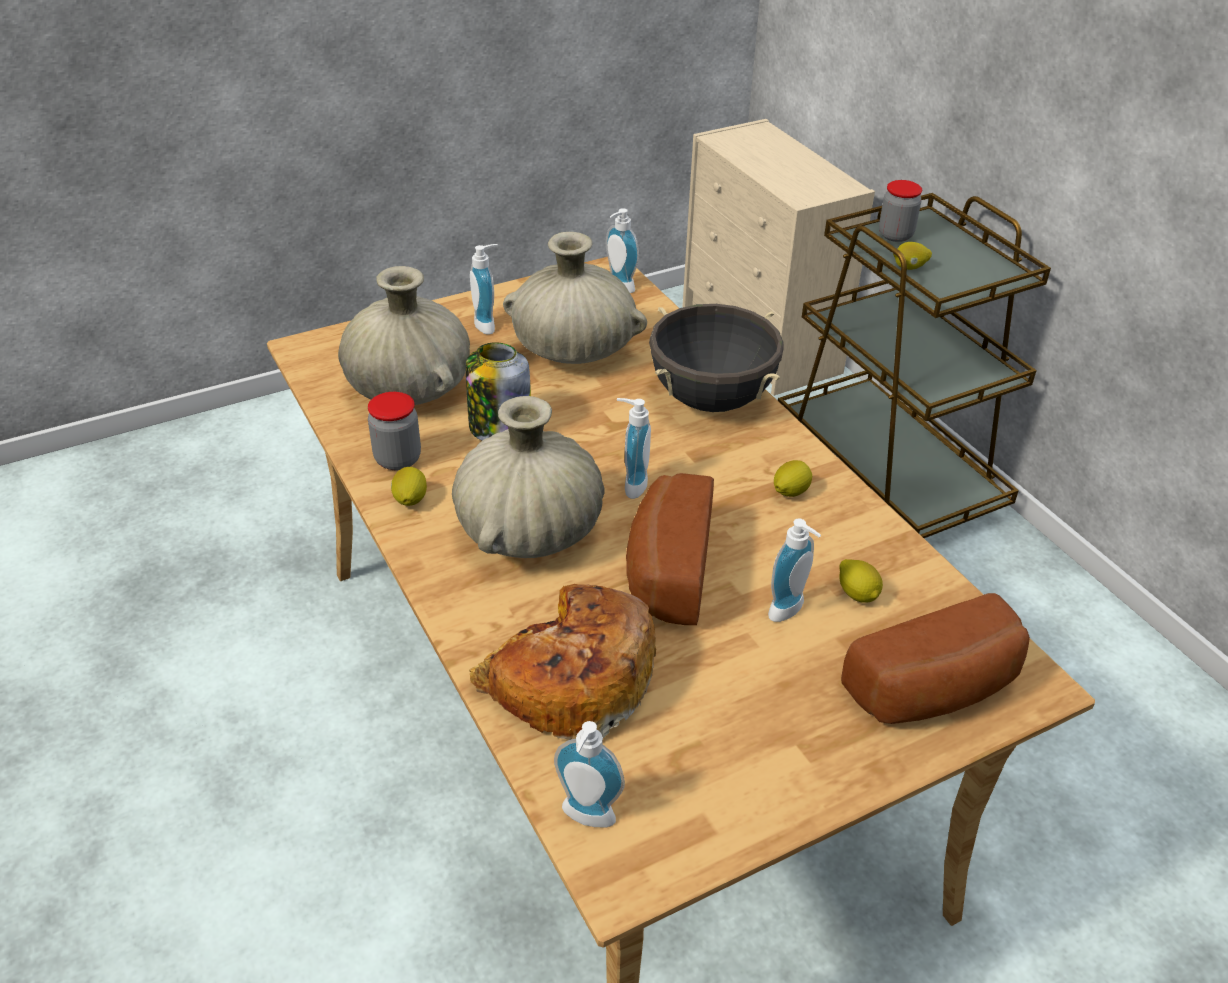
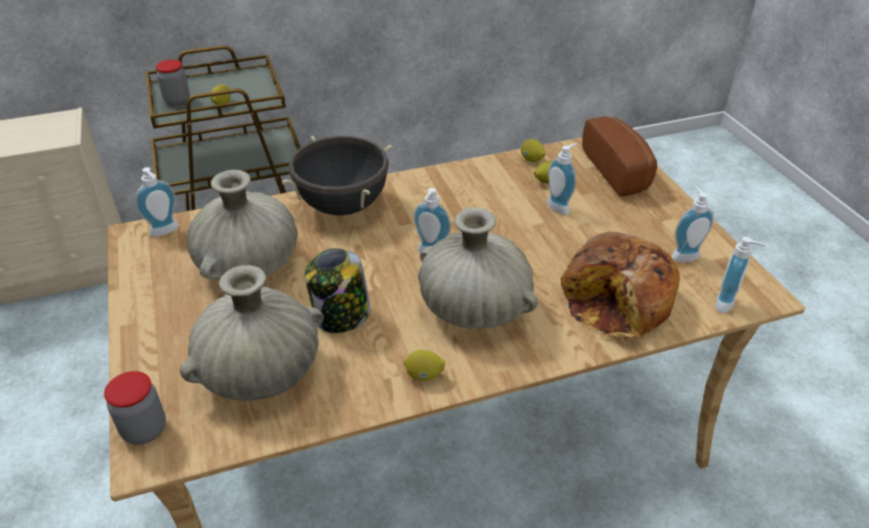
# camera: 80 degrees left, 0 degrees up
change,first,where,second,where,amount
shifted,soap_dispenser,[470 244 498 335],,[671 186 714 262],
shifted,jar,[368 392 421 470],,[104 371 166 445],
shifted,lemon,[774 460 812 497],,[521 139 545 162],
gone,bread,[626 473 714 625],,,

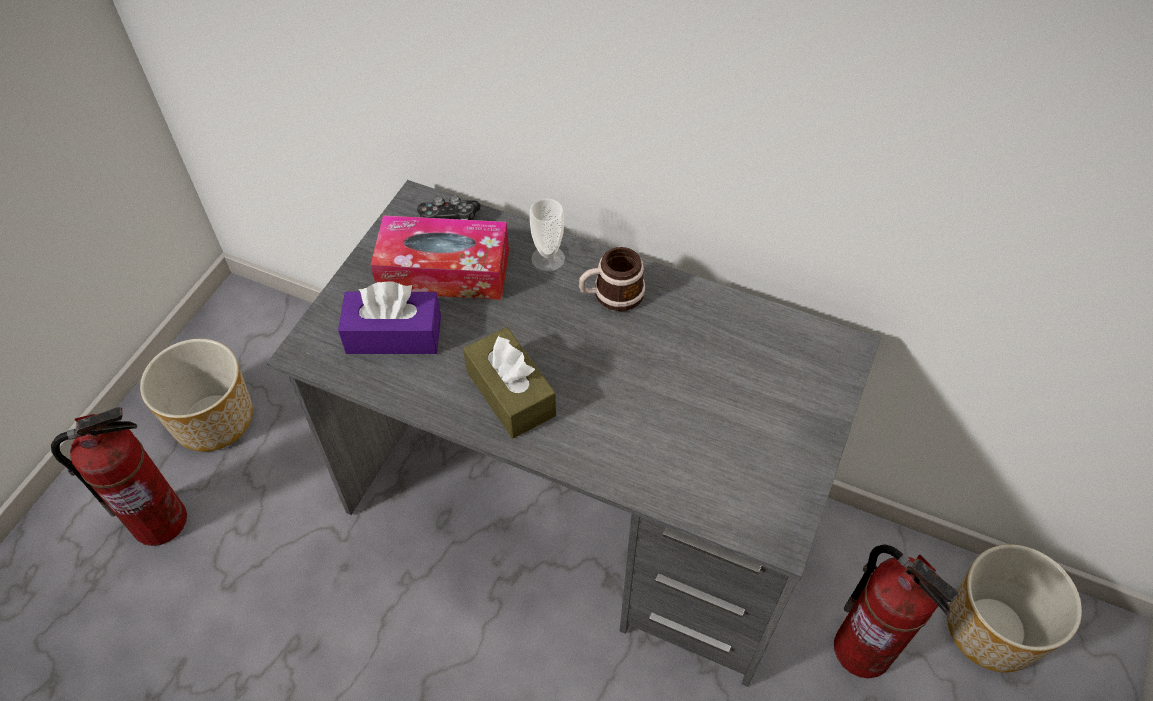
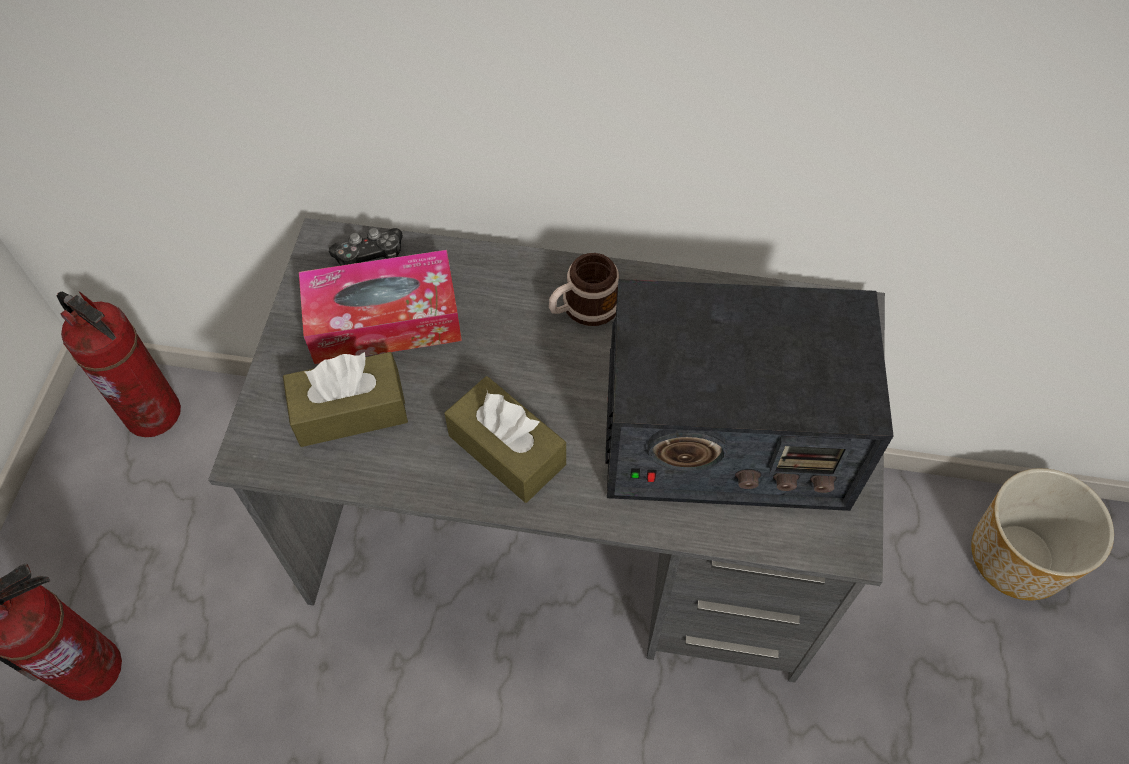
# camera: 15 degrees left, 5 degrees up
change,first,where,second,where,amount
gone,cup,[530 198 565 272],,,
repainted,purple_tissue_box,[338 281 441 354],brown_tissue_box,[283 352 408 447],
gone,planter,[140 339 253 452],,,
shifted,fire_extinguisher,[834 544 960 678],,[57 291 181 437],
new,,,radio,[605 279 894 511],

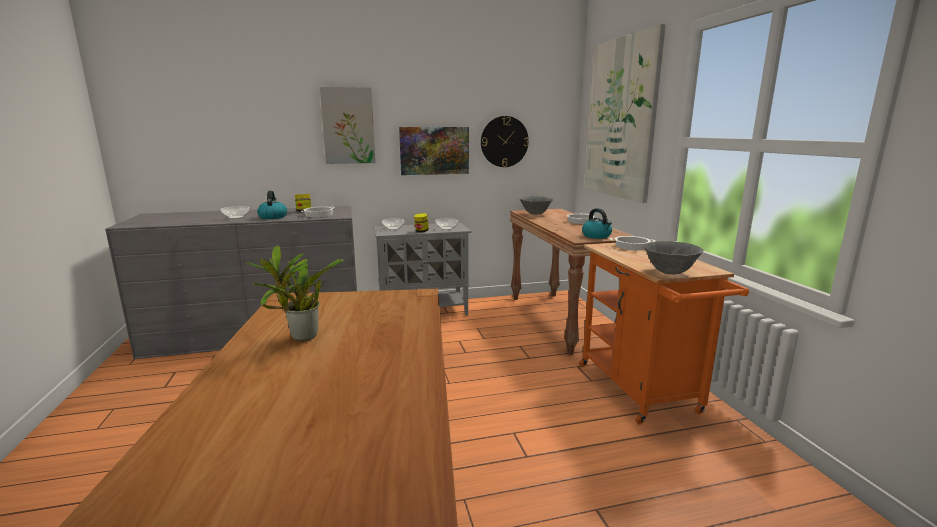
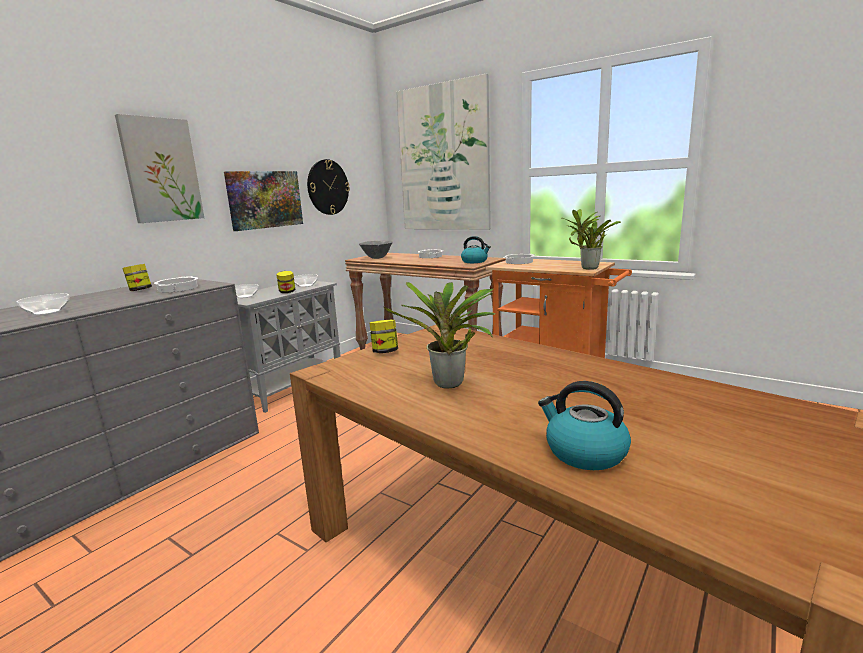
# camera: 40 degrees left, 0 degrees up
change,first,where,second,where,amount
shifted,kettle,[257 191 287 219],,[538 381 631 470],
swapped,grey_bowl,[644 241 704 275],potted_plant,[562 209 621 270],
new,,,jar,[370 320 398 353],

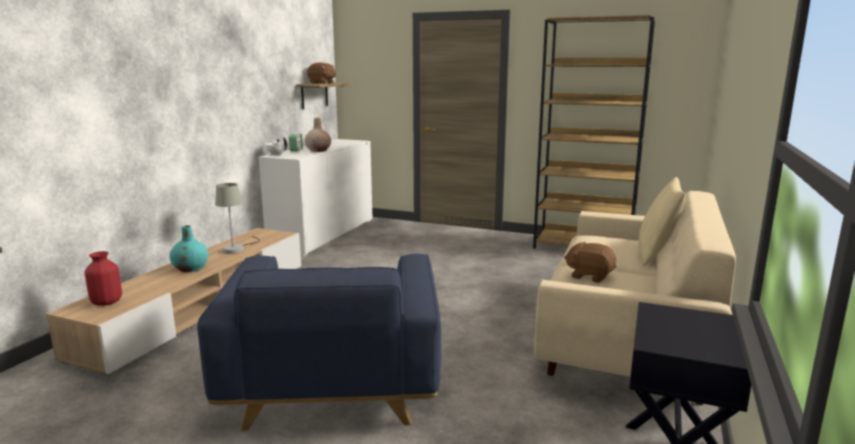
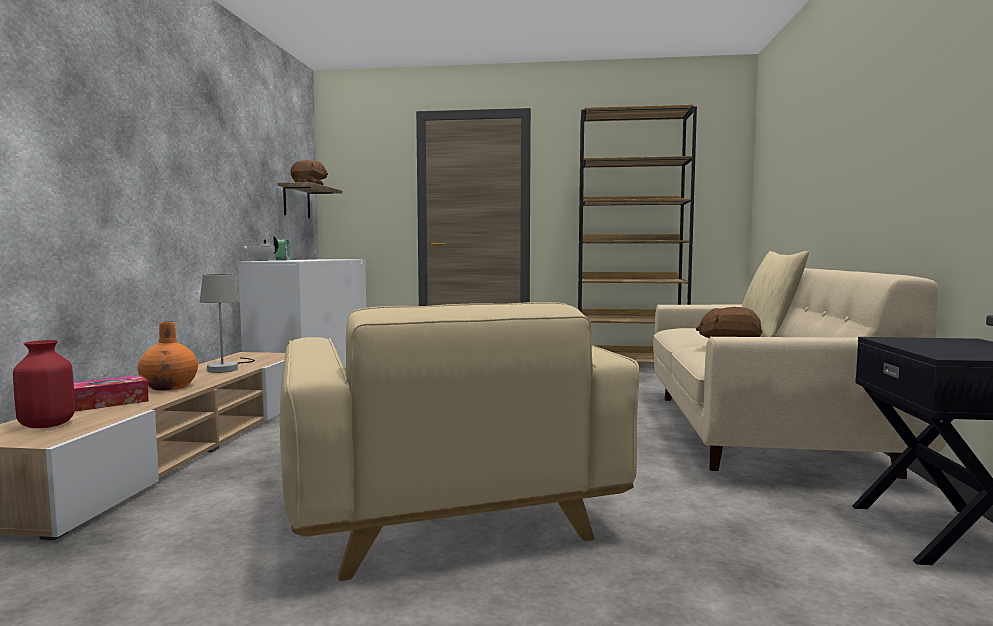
# camera: 15 degrees left, 10 degrees down
change,first,where,second,where,amount
gone,beige_vase,[305 118 331 152],,,
repainted,turquoise_vase,[170 225 208 272],orange_vase,[138 322 198 391],
repainted,blue_armchair,[197 253 441 431],beige_armchair,[280 302 639 581],
new,,,tissue_box,[74 375 149 412],

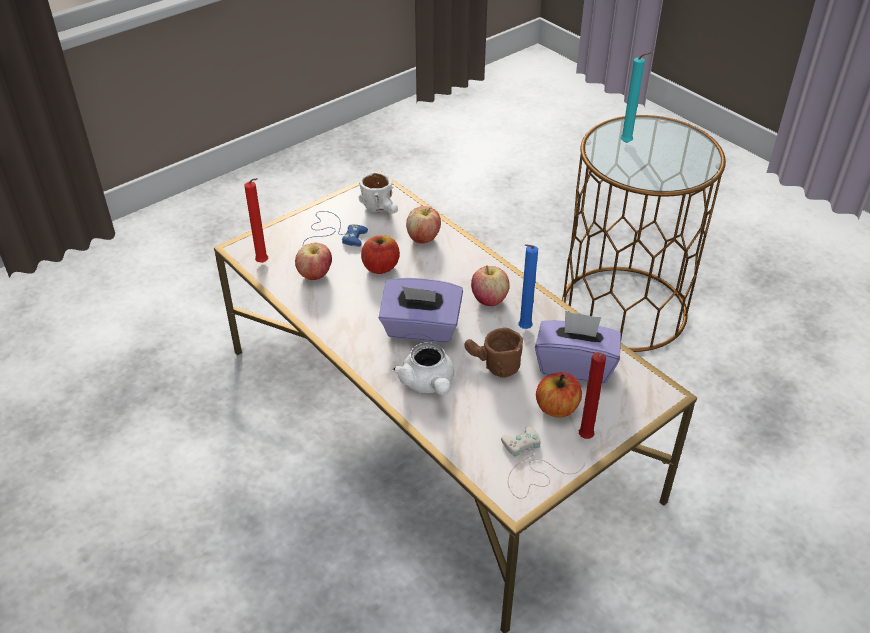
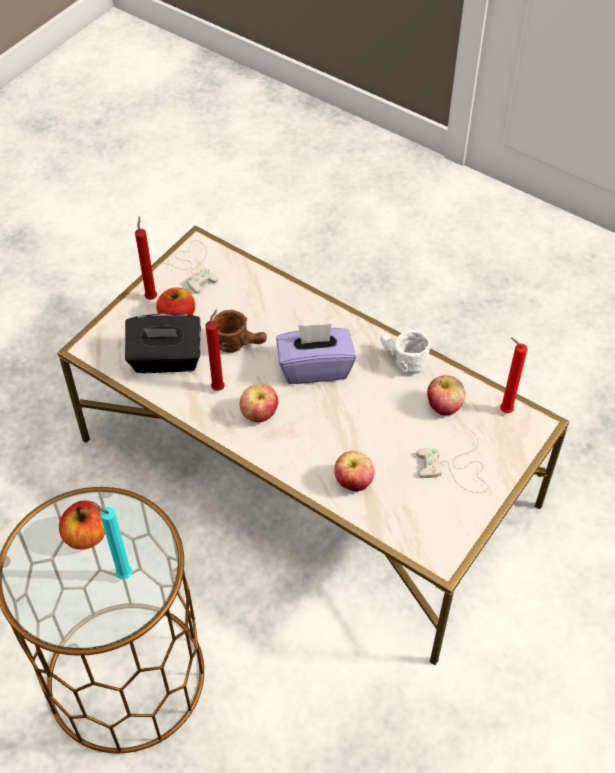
# camera: 165 degrees right, 10 degrees up
change,first,where,second,where,amount
shifted,white_mug,[359 172 398 214],,[380 330 431 375],
repainted,blue_game_controller,[303 211 368 247],white_game_controller,[416 431 488 493],
shifted,apple,[361 235 400 274],,[59 501 105 550],
repainted,blue_candle,[519 244 538 329],red_candle,[205 309 225 391],
repainted,purple_tissue_box,[535 310 621 383],black_tissue_box,[125 314 201 373],
gone,white_teapot,[392 342 454 395],,,

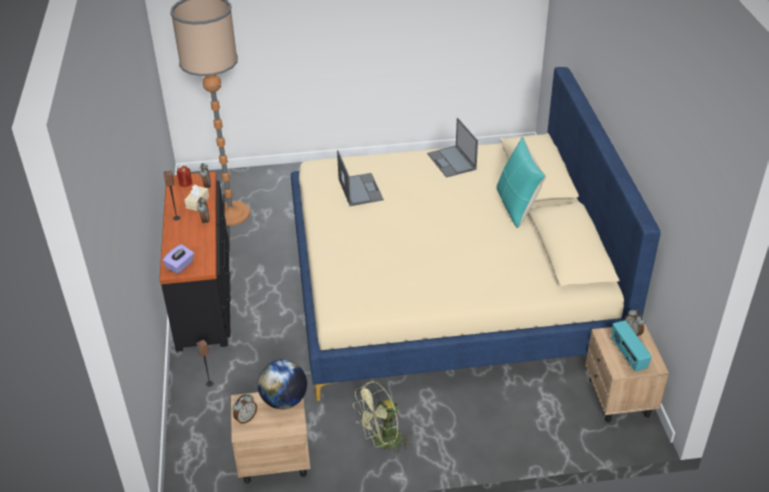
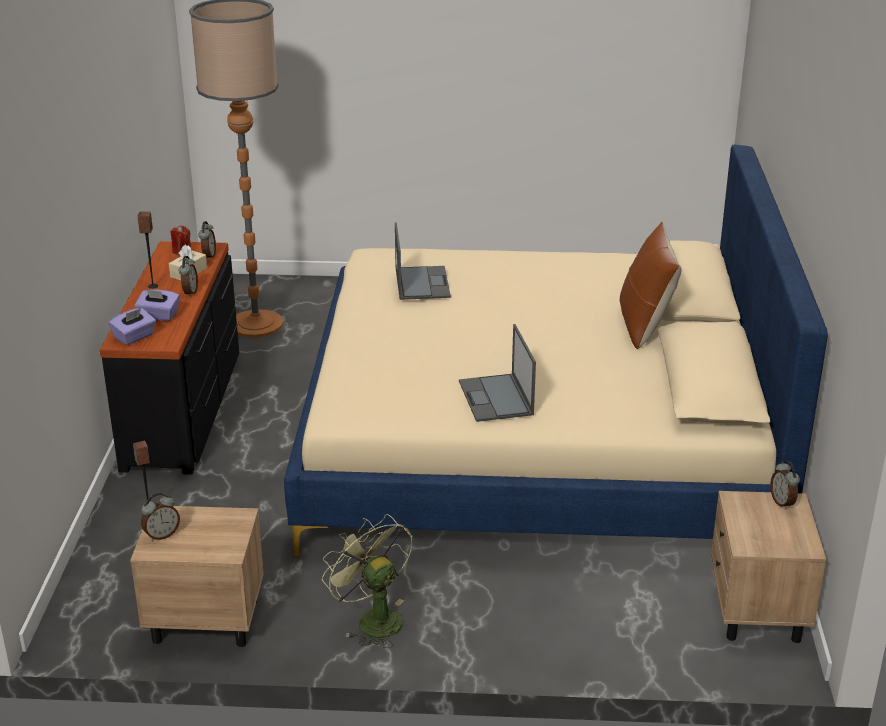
# camera: 10 degrees right, 10 degrees down
change,first,where,second,where,amount
shifted,laptop,[427 118 478 178],,[459 324 536 422],
repainted,turquoise_pillow,[497 136 546 228],brown_pillow,[620 222 682 349],
gone,radio,[611 320 652 372],,,
gone,globe,[258 359 307 409],,,
rotated,green_fan,[353 381 411 456],,[322 514 413 648],75 degrees clockwise
new,,,purple_tissue_box,[135 289 180 321],

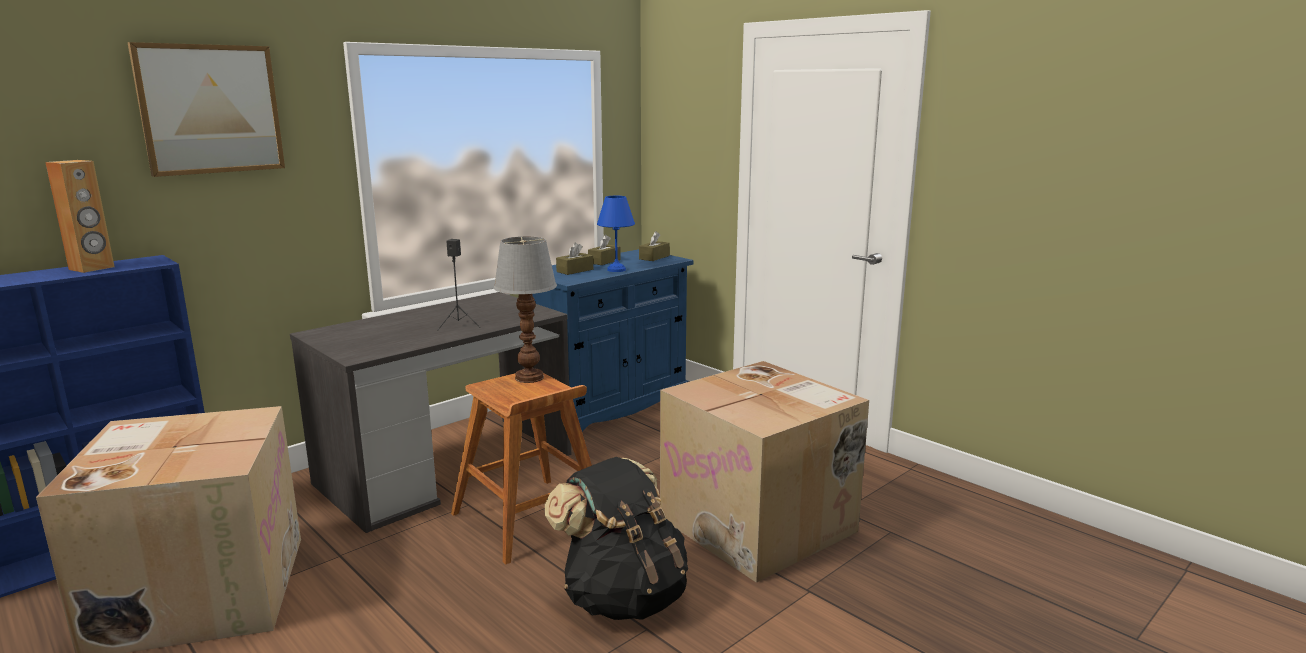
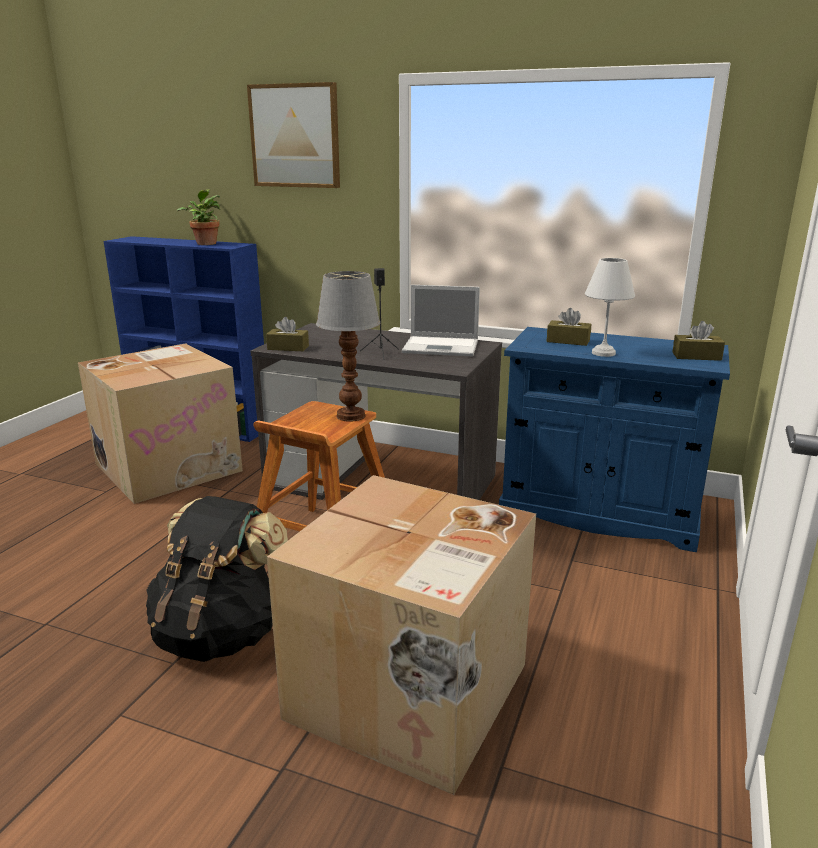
# camera: 65 degrees right, 5 degrees up
change,first,where,second,where,amount
swapped,brown_speaker,[45 160 115 273],potted_plant,[177 189 220 245],
repainted,blue_table_lamp,[597 196 635 272],white_table_lamp,[585 258 635 357],
shifted,brown_tissue_box,[588 235 621 265],,[266 317 309 351],
new,,,laptop,[402 285 480 356],

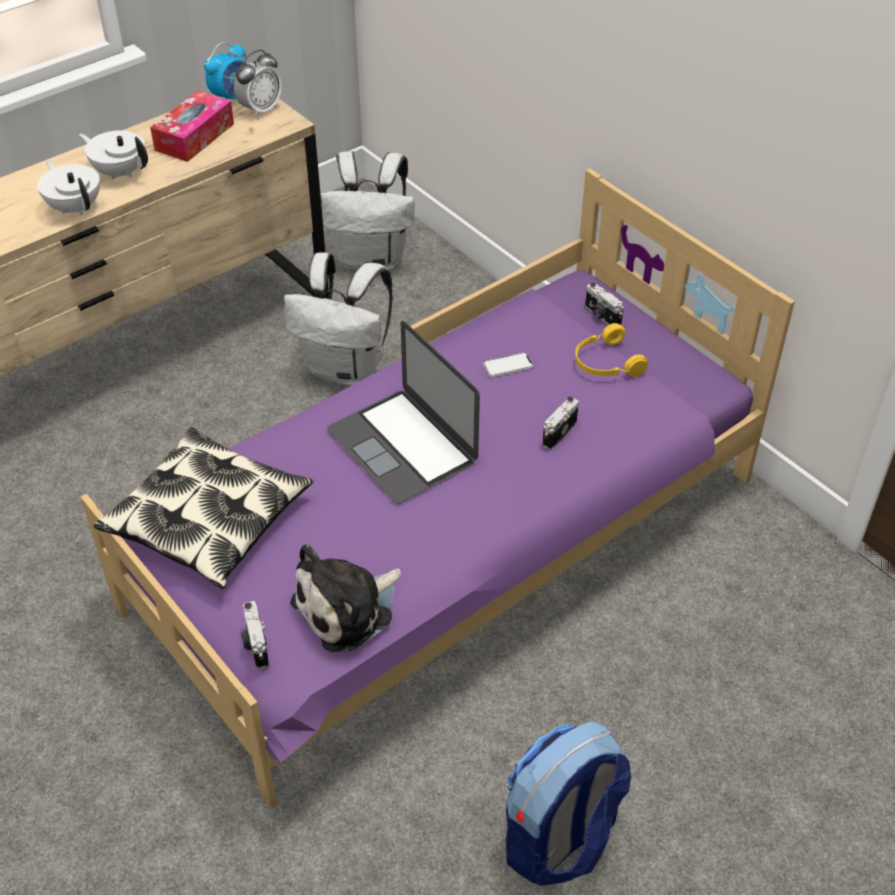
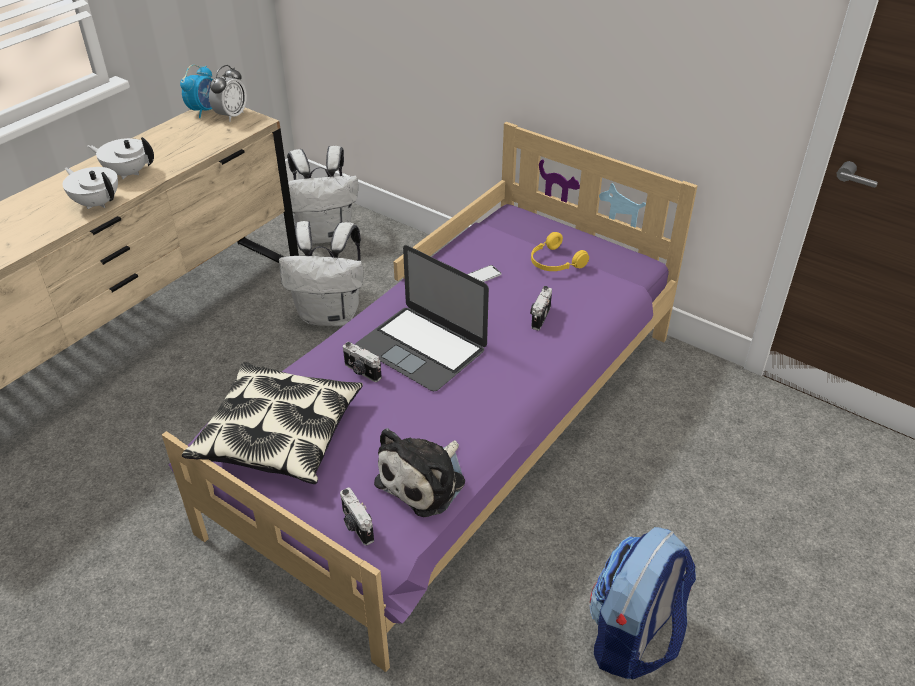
# camera: 15 degrees left, 5 degrees down
change,first,where,second,where,amount
gone,tissue_box,[150 91 234 162],,,
shifted,photo_camera,[585 282 624 325],,[343 342 382 382],

